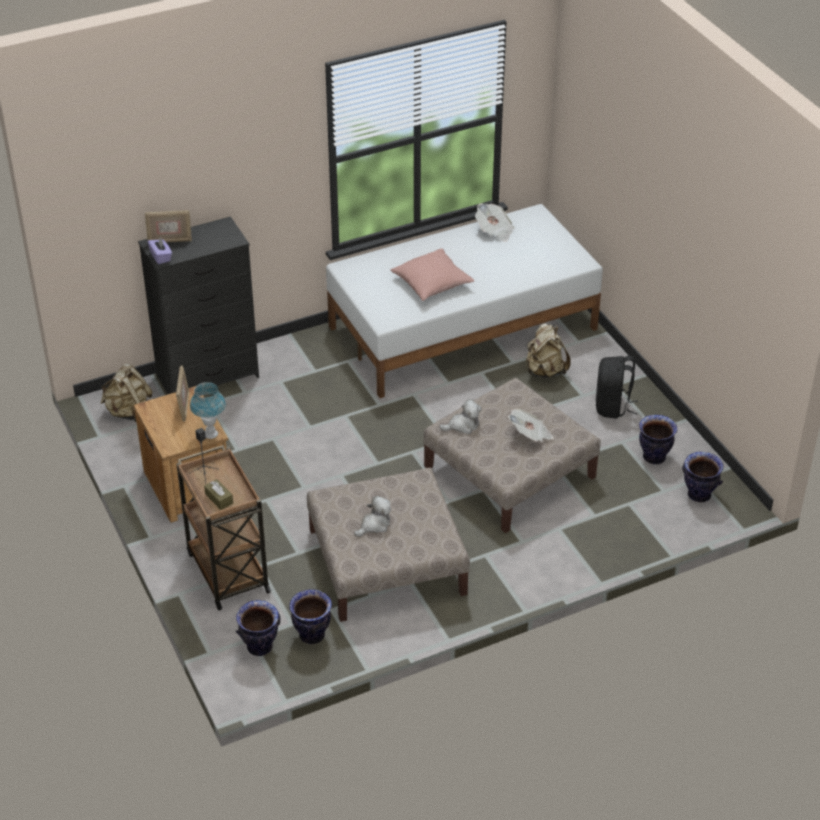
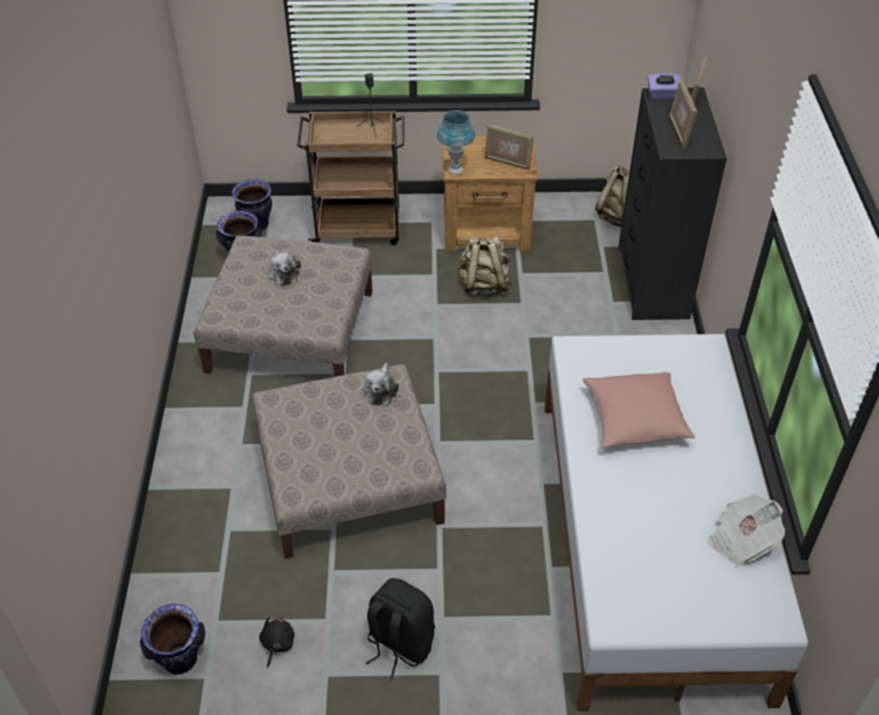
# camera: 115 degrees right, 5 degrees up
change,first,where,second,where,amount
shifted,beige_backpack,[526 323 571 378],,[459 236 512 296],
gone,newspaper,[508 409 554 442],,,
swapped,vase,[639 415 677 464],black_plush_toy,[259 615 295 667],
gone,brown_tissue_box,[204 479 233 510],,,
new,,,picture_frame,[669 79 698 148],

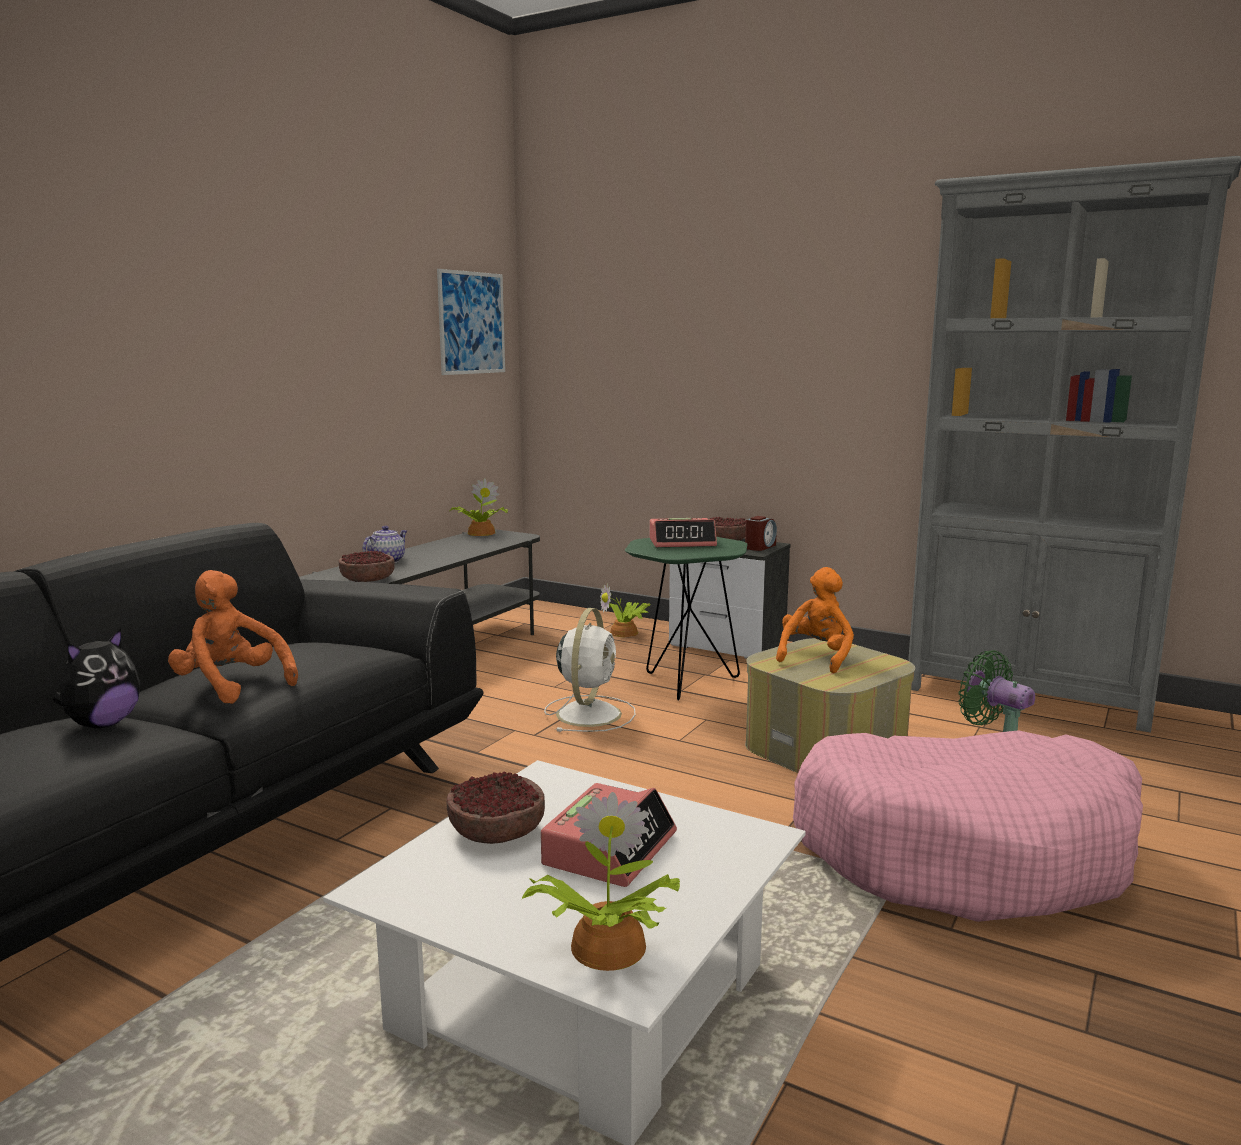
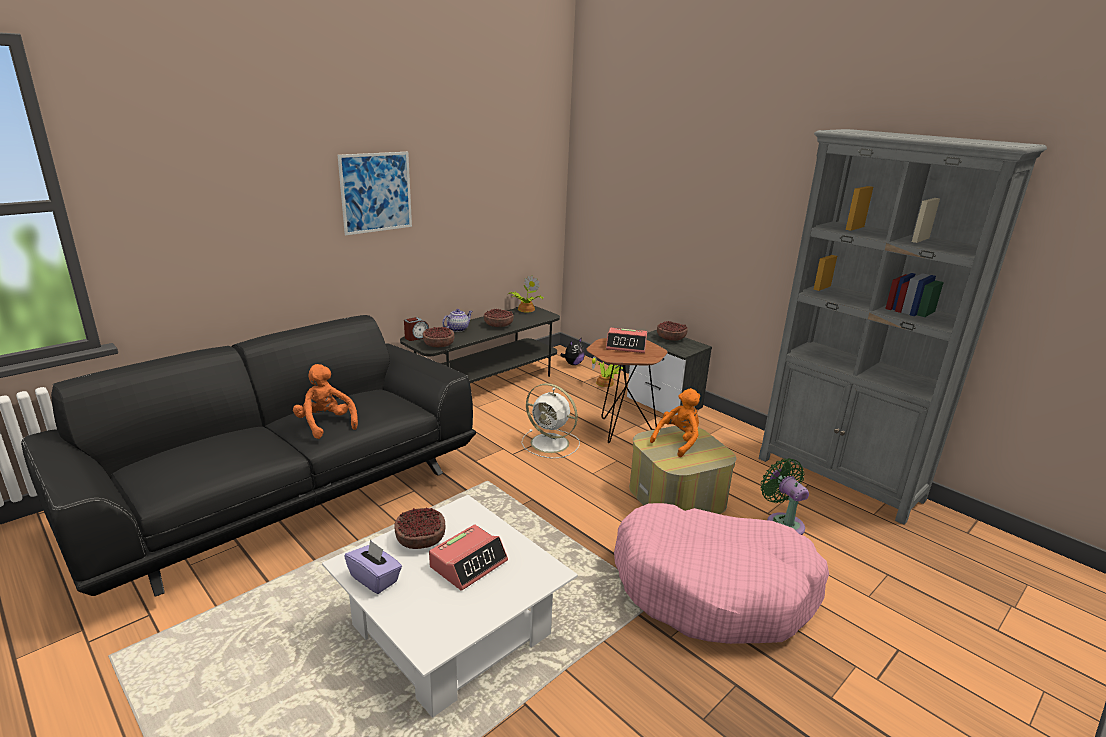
# camera: 15 degrees right, 10 degrees up
change,first,where,second,where,amount
shifted,picture,[437 269 505 375],,[338 152 412 235],
shifted,alarm_clock,[745 516 777 551],,[404 317 429 341],
repainted,green_side_table,[625 537 748 701],brown_side_table,[586 338 668 443],
rotated,white_fan,[544 608 636 732],,[521 383 580 458],90 degrees clockwise
shifted,plush_toy,[53 628 140 728],,[560 337 585 365],
gone,potted_plant,[522 792 680 971],,,
new,,,bowl,[484 309 513 327],
new,,,purple_tissue_box,[344 540 402 594],

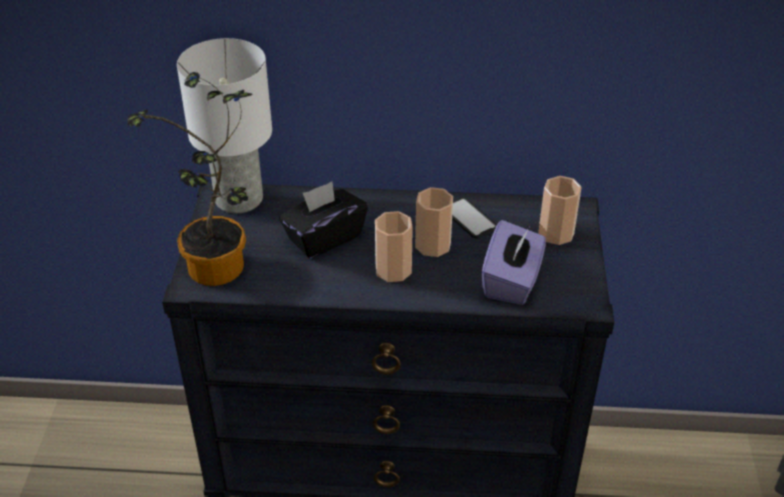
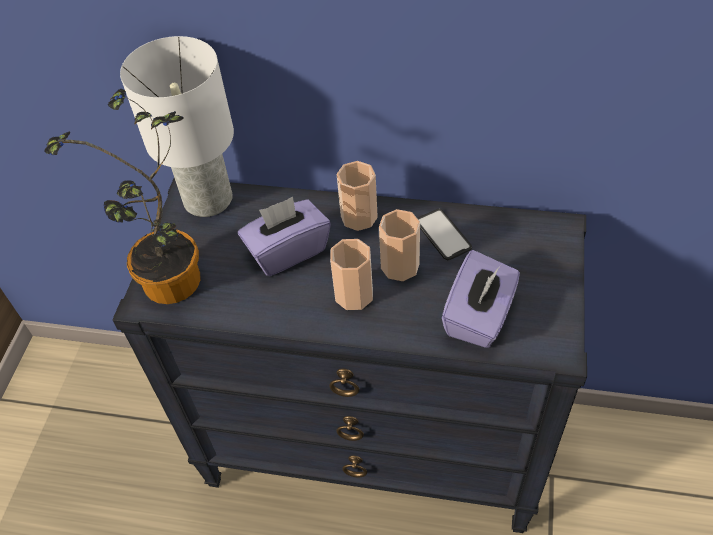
# camera: 10 degrees right, 10 degrees up
change,first,where,second,where,amount
shifted,cup,[538 176 582 245],,[337 161 378 231],
repainted,black_tissue_box,[279 181 368 259],purple_tissue_box,[238 197 331 276],

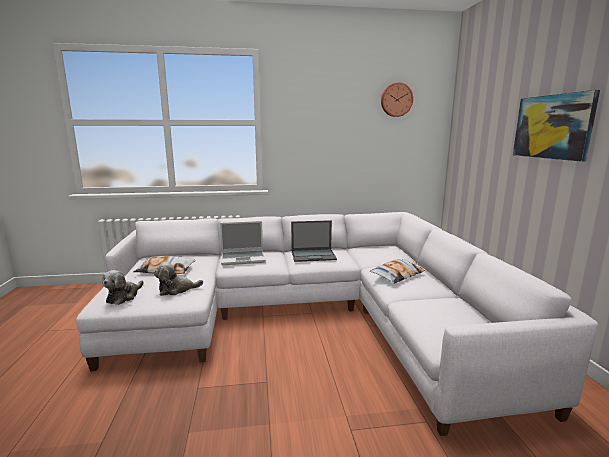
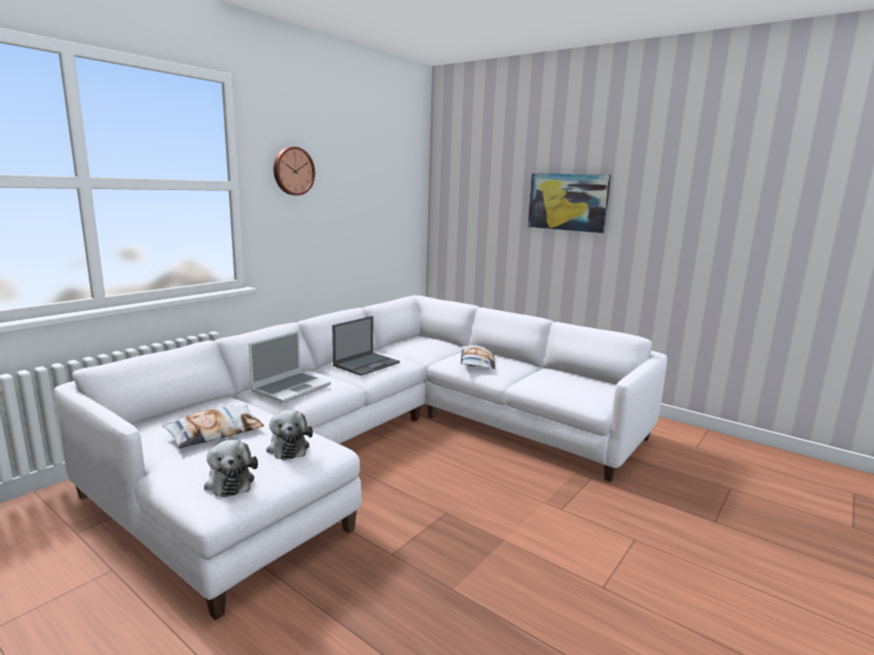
# camera: 45 degrees left, 0 degrees up
change,first,where,second,where,amount
shifted,wall_clock,[381 82 413 117],,[274 147 315 196],
rotated,plush_toy,[154 262 203 296],,[266 410 313 460],45 degrees counterclockwise

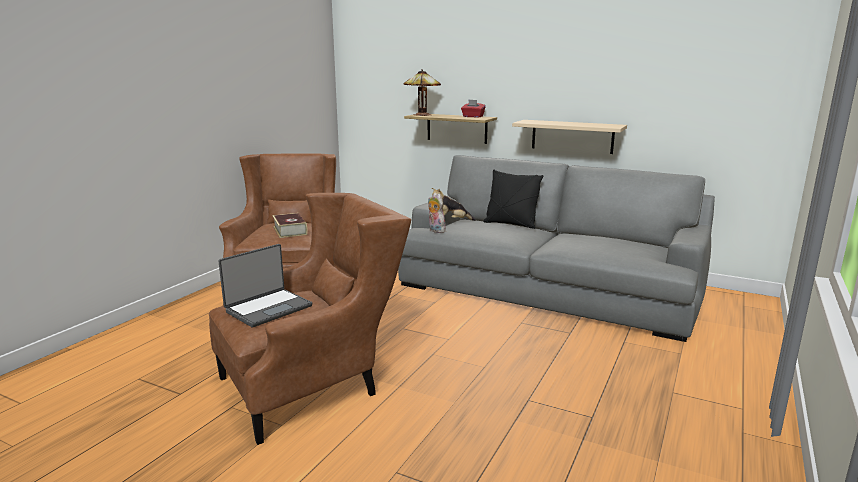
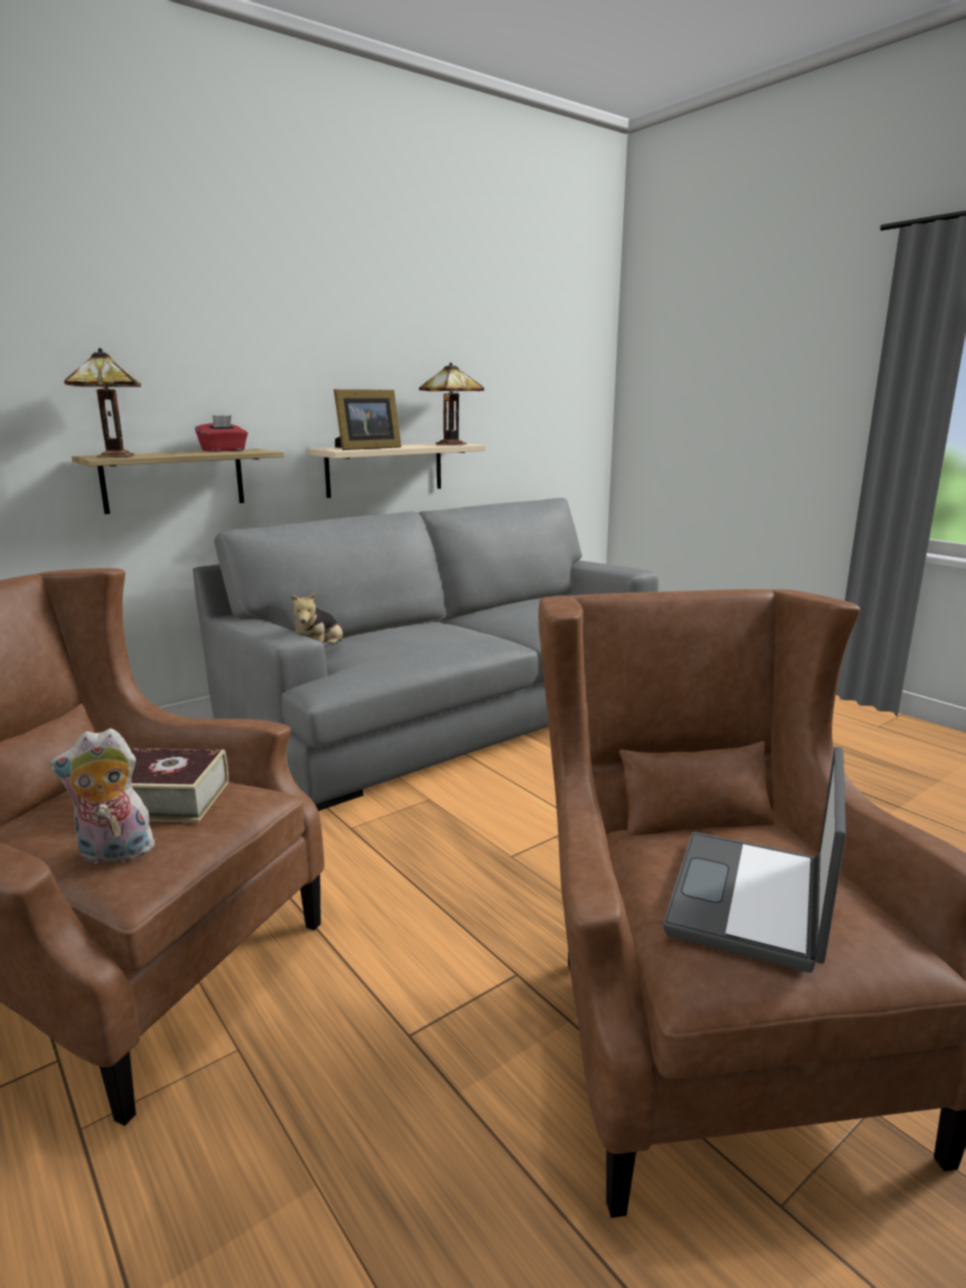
# camera: 65 degrees left, 0 degrees up
change,first,where,second,where,amount
gone,black_pillow,[483 169 544 229],,,
shifted,plush_toy,[428 193 446 233],,[50 728 158 864],
rotated,laptop,[218 244 312 327],,[663 747 846 973],135 degrees counterclockwise
new,,,table_lamp,[419 362 484 445],
new,,,picture_frame,[334 389 401 450],

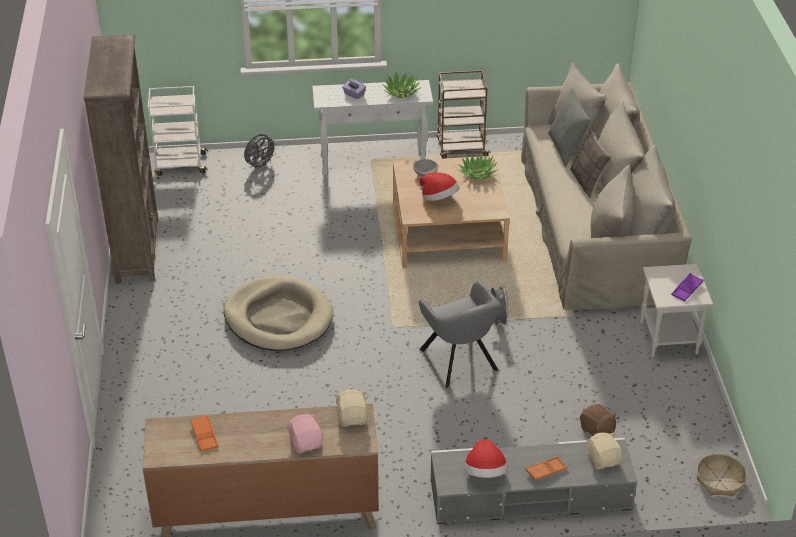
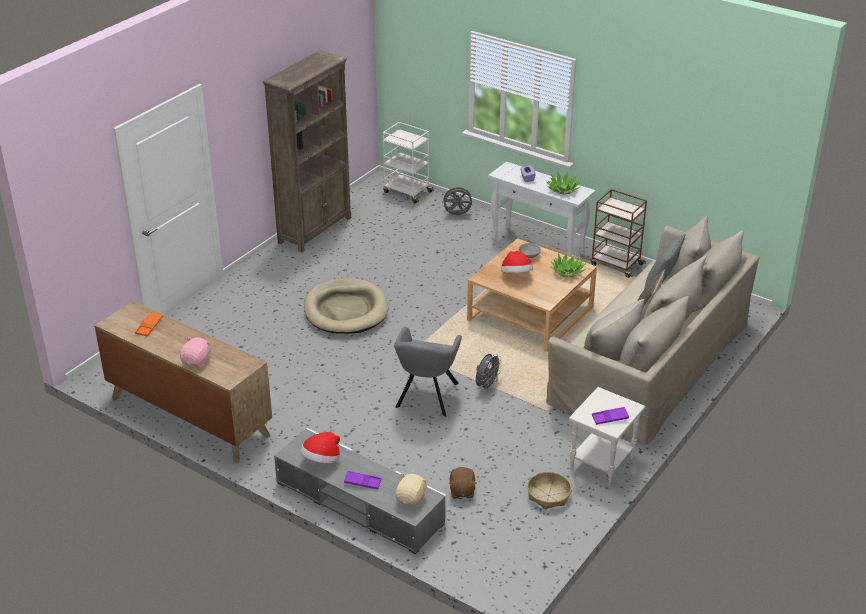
# camera: 40 degrees right, 5 degrees down
change,first,where,second,where,amount
gone,beige_plush_toy,[334 390 368 427],,,
shifted,basket,[697 454 747 497],,[527 472 572 509],
repainted,orange_tray,[525 456 567 481],purple_tray,[344 471 382 490],

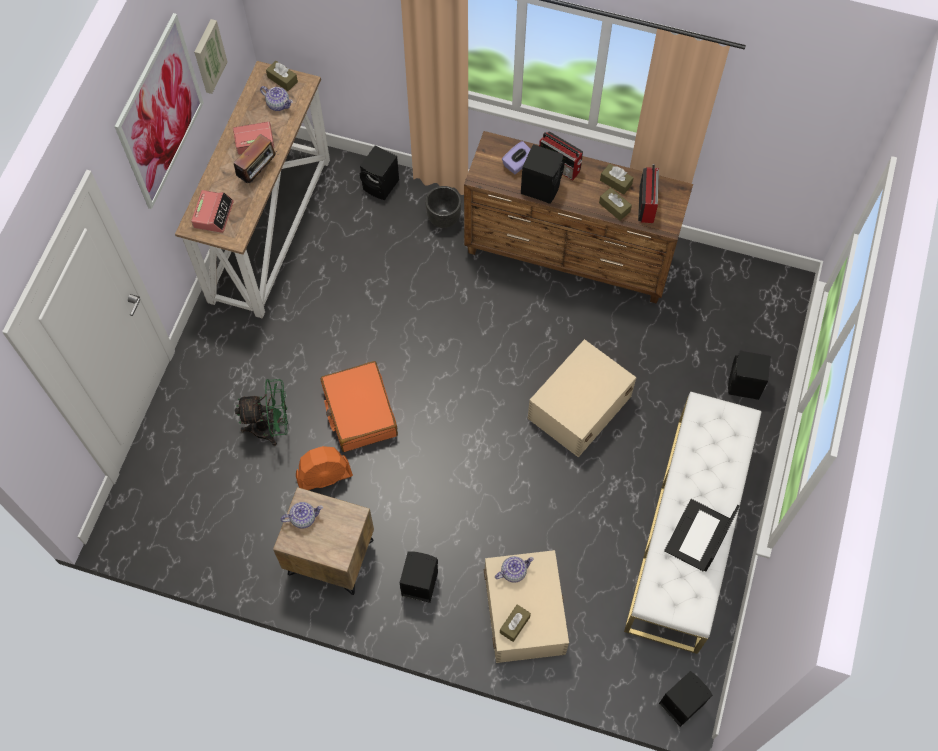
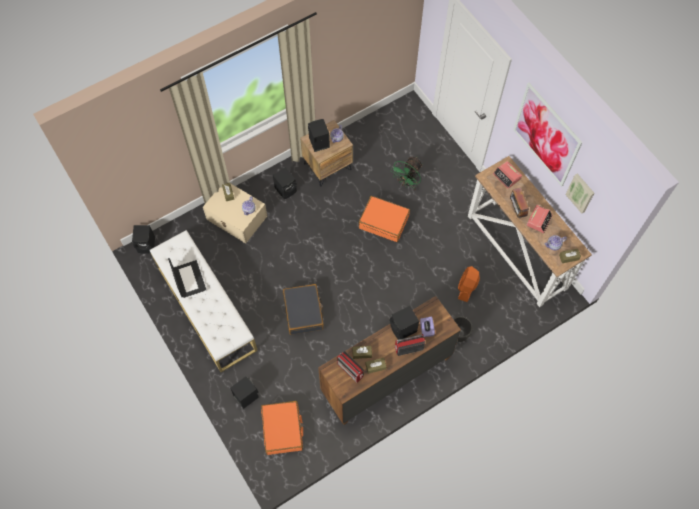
# camera: 130 degrees right, 0 degrees up
change,first,where,second,where,amount
shifted,black_speaker,[360 145 399 200],,[308 119 330 152],
swapped,beige_storage_box,[527 339 637 457],black_suitcase,[283 284 324 335],
shifted,orange_fan,[296 446 353 490],,[458 266 480 302],
new,,,orange_suitcase,[261 401 303 455],

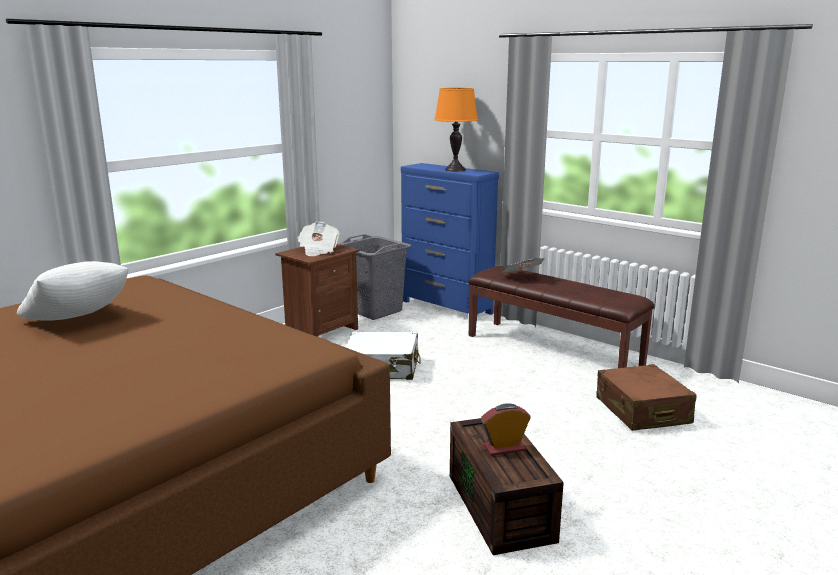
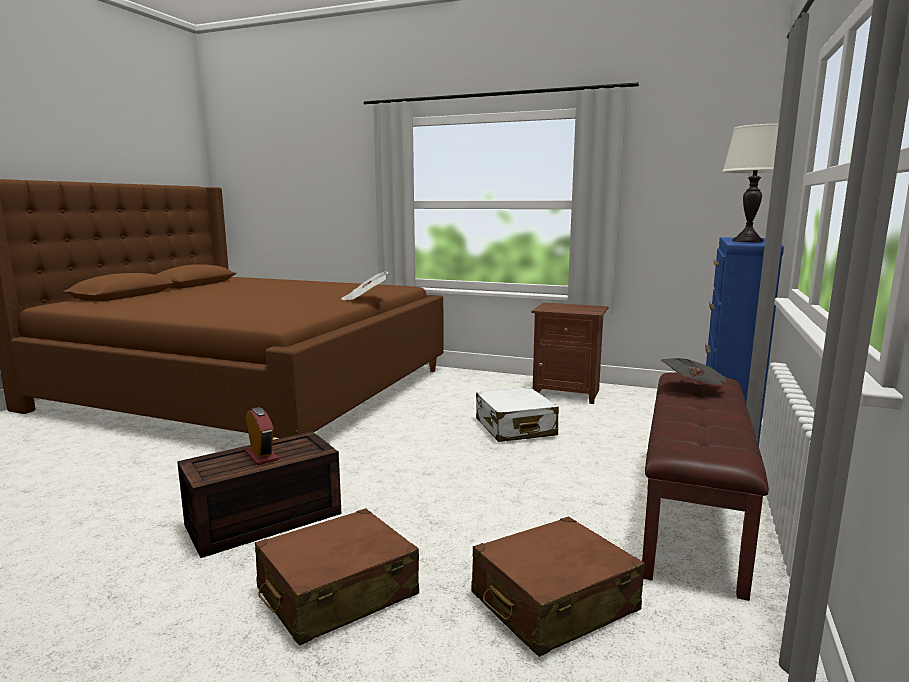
# camera: 70 degrees right, 5 degrees down
change,first,where,second,where,amount
repainted,orange_table_lamp,[434 88 478 171],white_table_lamp,[722 124 779 242],
shifted,newspaper,[297 222 340 256],,[341 271 389 300],
gone,grey_laundry_basket,[339 234 411 320],,,
gone,white_pillow,[17 261 129 321],,,
new,,,brown_suitcase,[255 508 419 646],

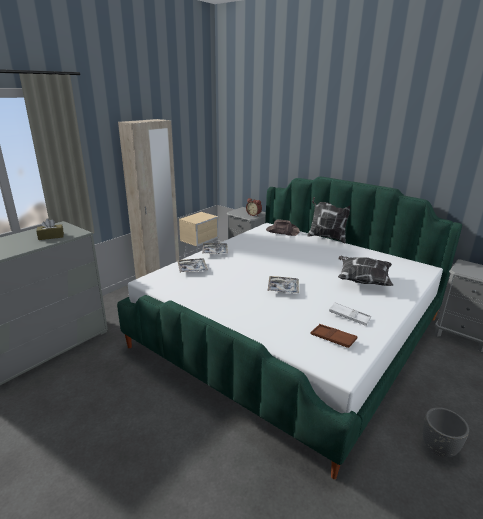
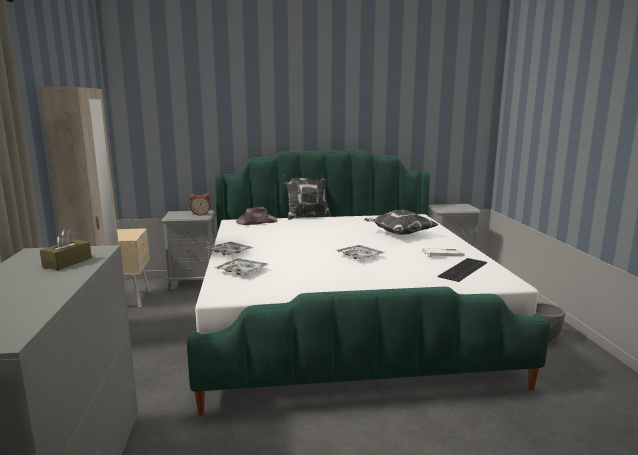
# camera: 45 degrees left, 10 degrees down
change,first,where,second,where,amount
swapped,brown_tray,[311 324 357 348],keyboard,[438 258 487 282],

